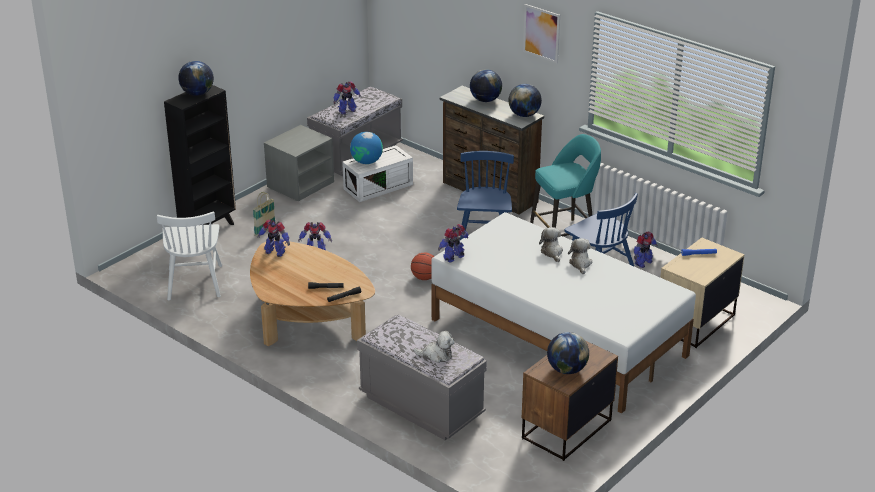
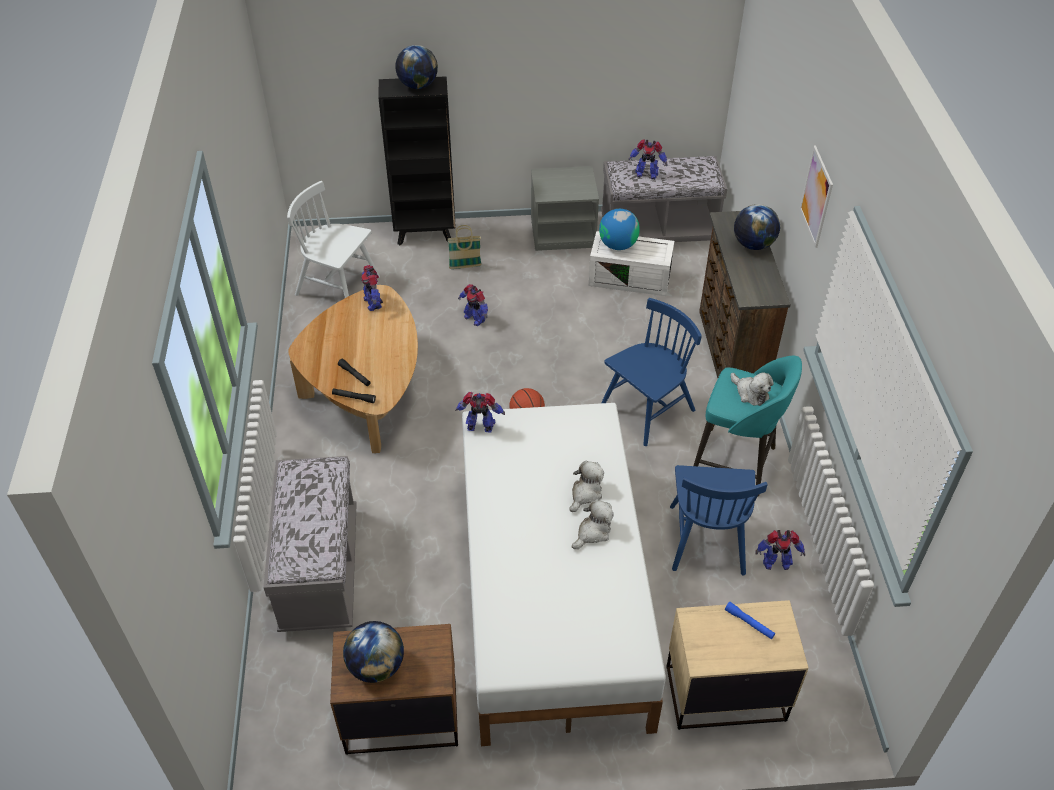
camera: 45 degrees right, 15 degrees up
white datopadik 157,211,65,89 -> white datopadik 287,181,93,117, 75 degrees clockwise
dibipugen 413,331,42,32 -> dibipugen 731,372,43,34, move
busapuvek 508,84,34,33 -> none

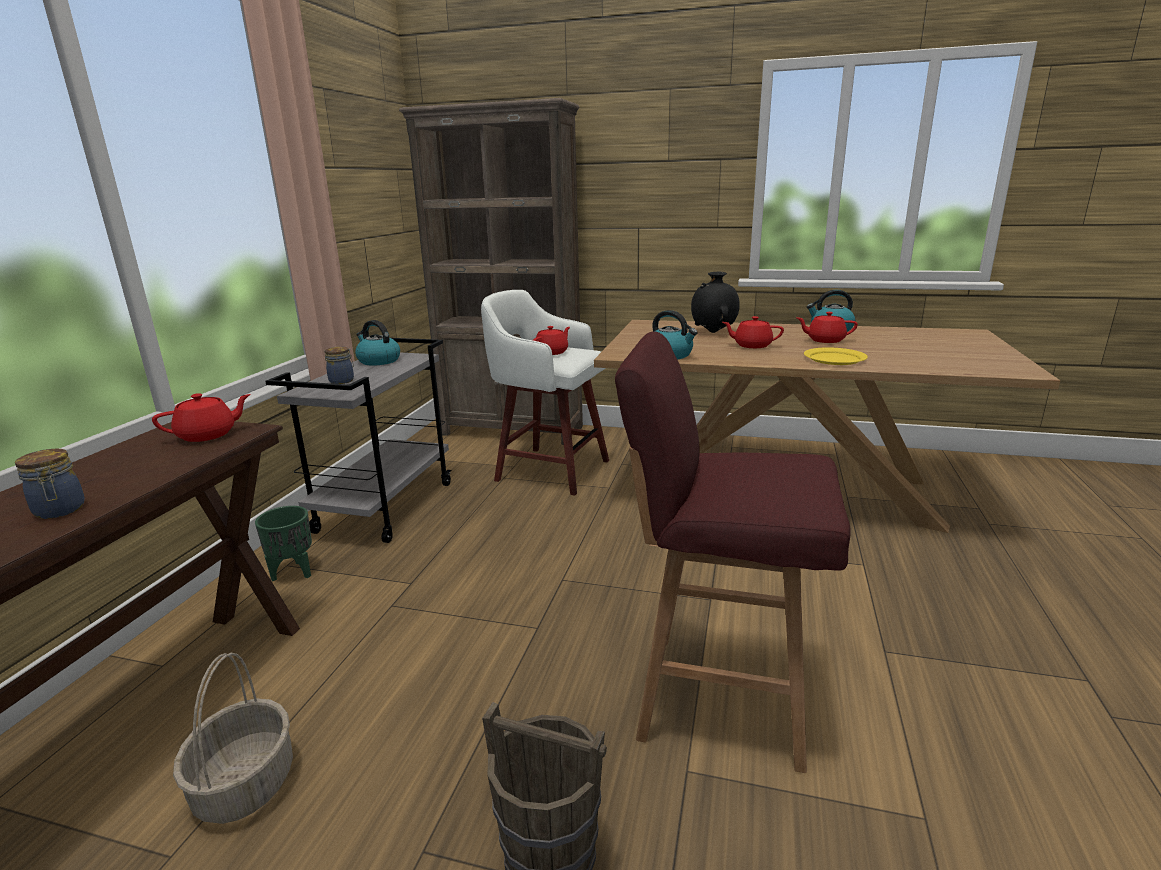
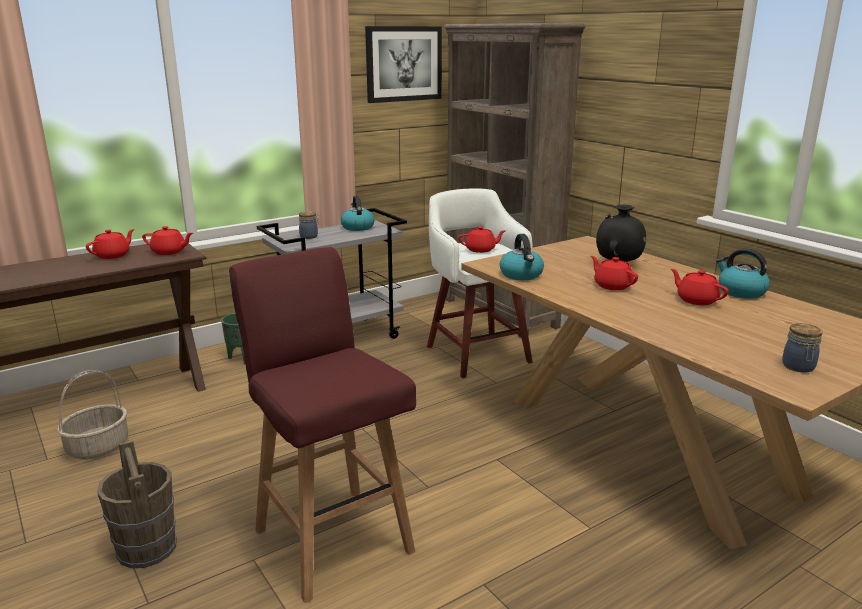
camera: 40 degrees right, 0 degrees up
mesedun 15,449,70,70 -> mesedun 782,323,41,50, move
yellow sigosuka 804,347,64,18 -> none
none -> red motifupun 86,229,49,30
none -> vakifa 365,26,77,77

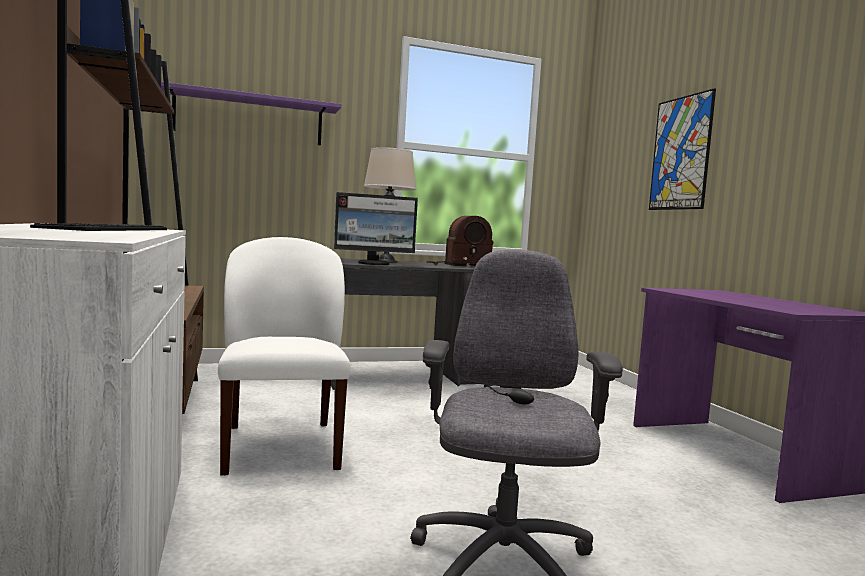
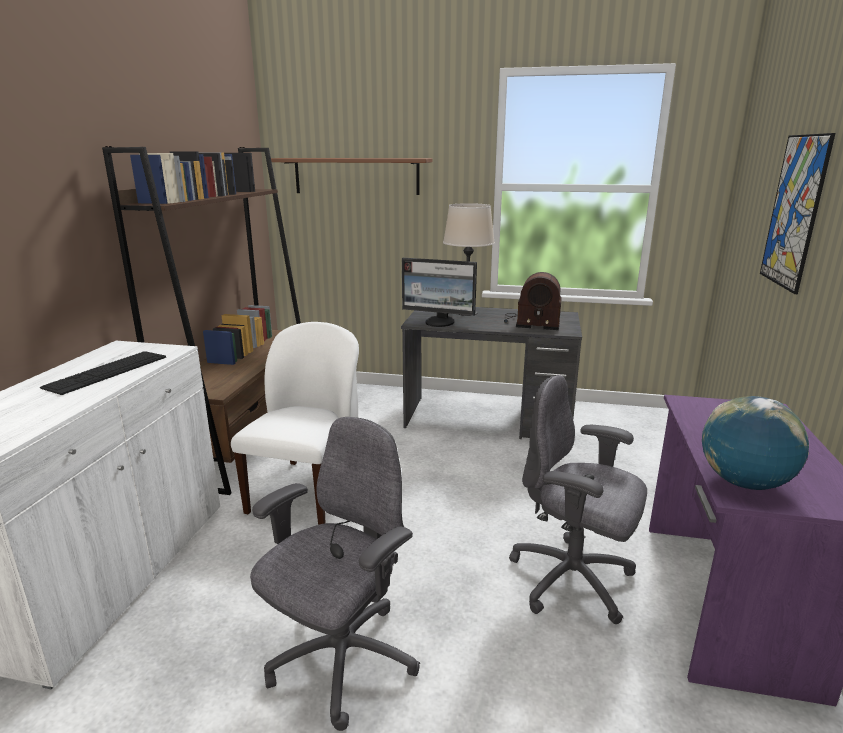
camera: 30 degrees right, 15 degrees up
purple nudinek 161,82,180,63 -> brown nudinek 271,158,161,37
none -> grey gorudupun 509,375,138,249
none -> busapuvek 702,396,107,94

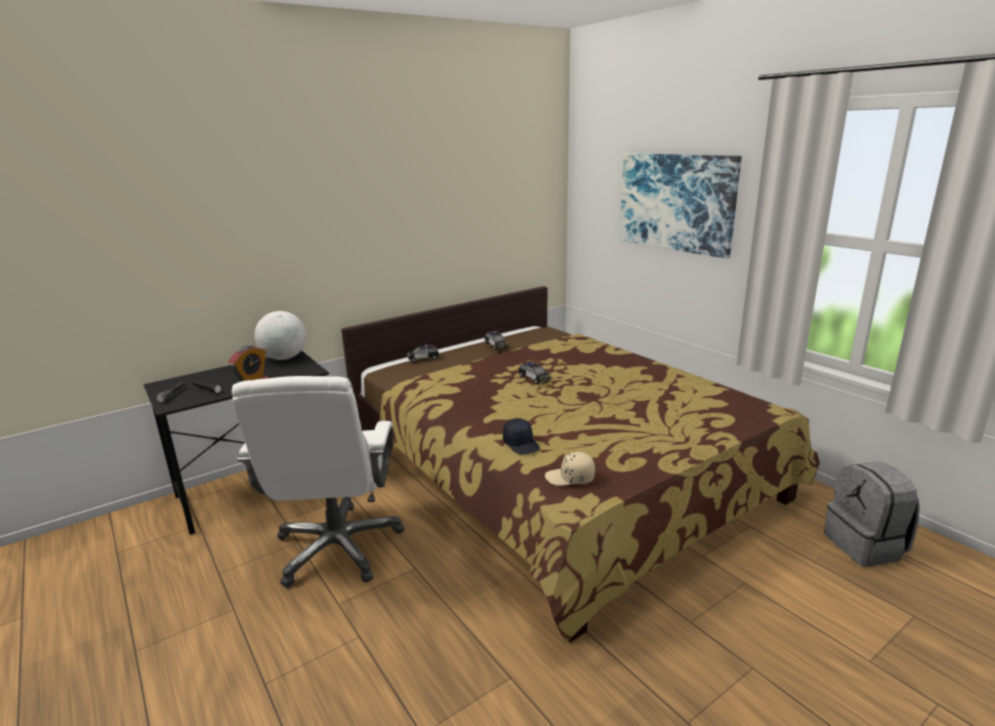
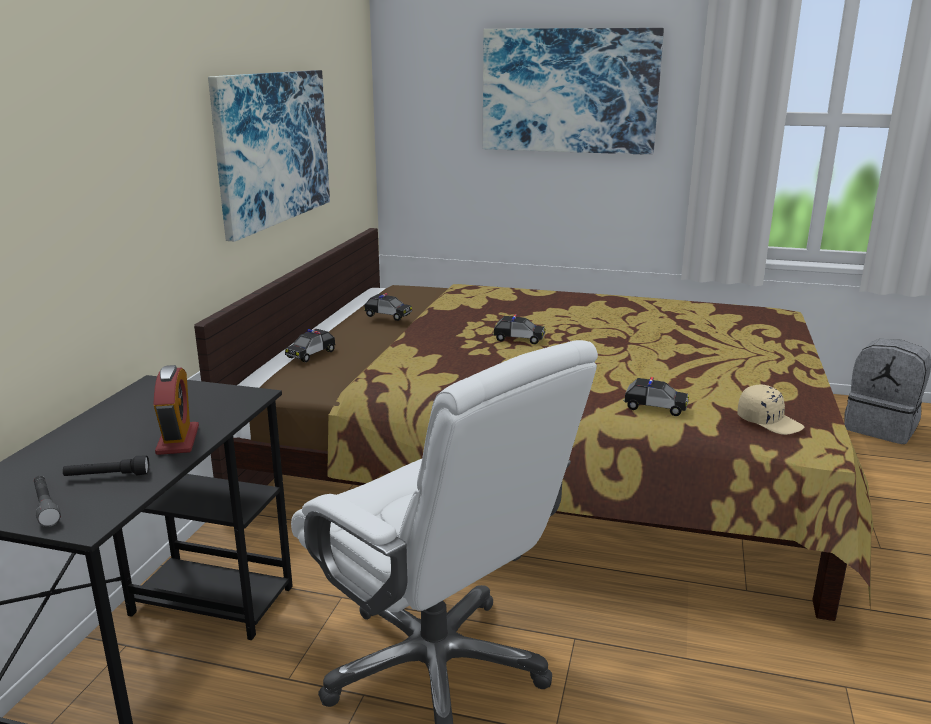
camera: 40 degrees left, 0 degrees up
busapuvek 254,311,52,49 -> none
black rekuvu 503,418,37,37 -> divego 623,377,66,39
beige rekuvu 545,452,50,34 -> beige rekuvu 738,385,66,50, 105 degrees counterclockwise
none -> vakifa 208,70,122,172

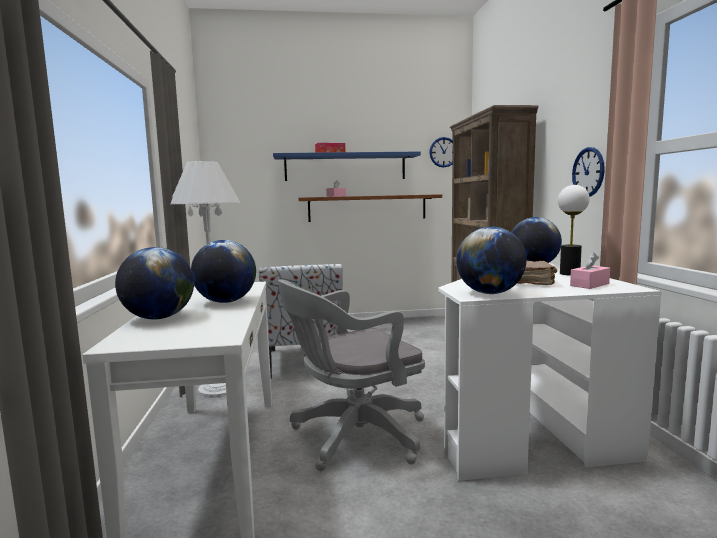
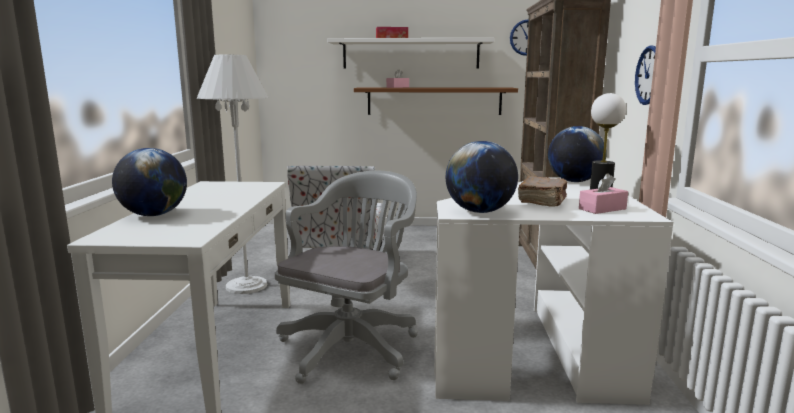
camera: 10 degrees right, 5 degrees up
busapuvek 191,240,65,63 -> none
blue nudinek 273,152,148,29 -> white nudinek 327,38,168,31
grey gorudupun 278,280,147,191 -> grey gorudupun 275,171,143,213, 135 degrees clockwise

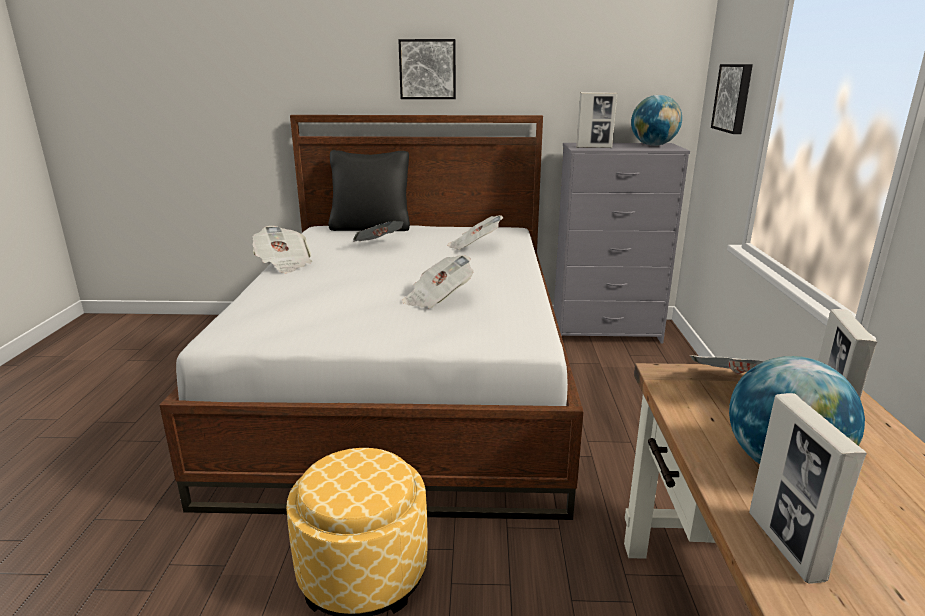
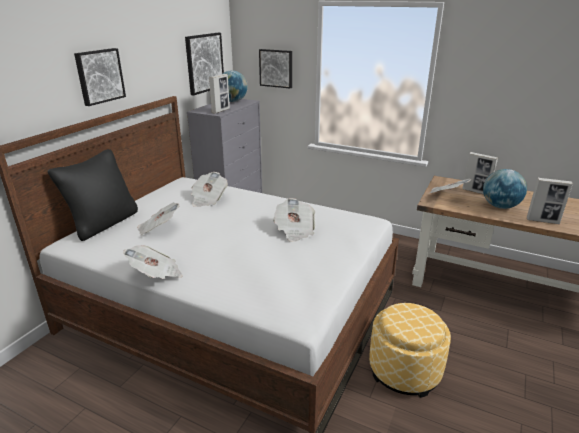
camera: 65 degrees left, 5 degrees up
none -> vakifa 185,33,39,62

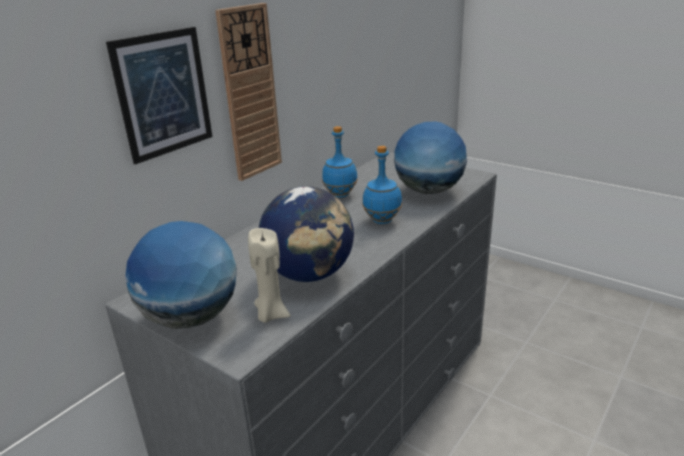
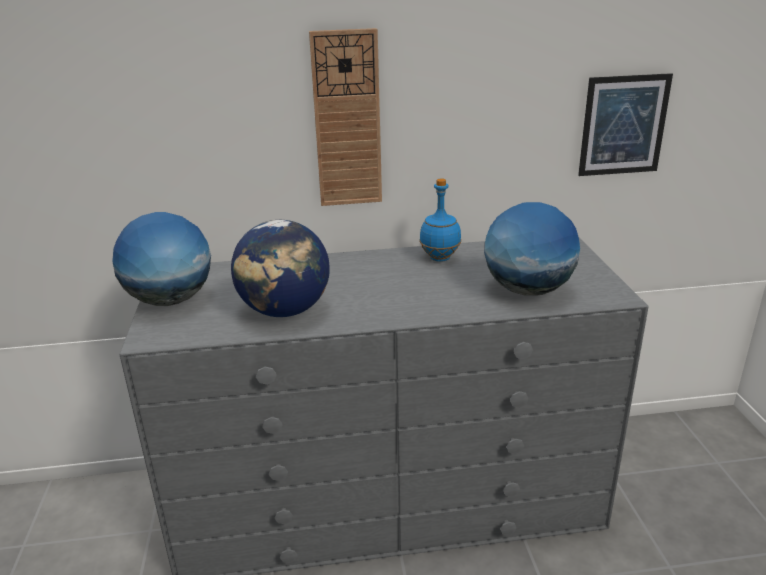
camera: 45 degrees right, 0 degrees up
vakifa 106,27,106,138 -> vakifa 578,73,95,103, move
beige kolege 248,228,43,95 -> none
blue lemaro 362,146,40,78 -> none

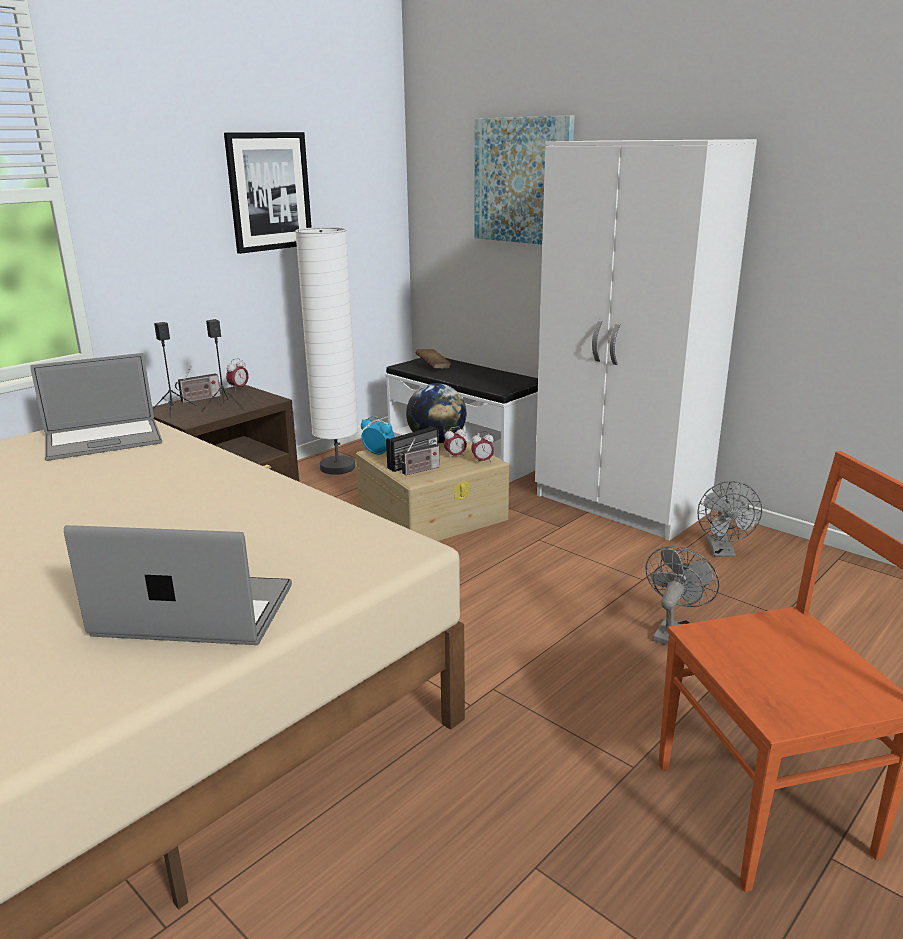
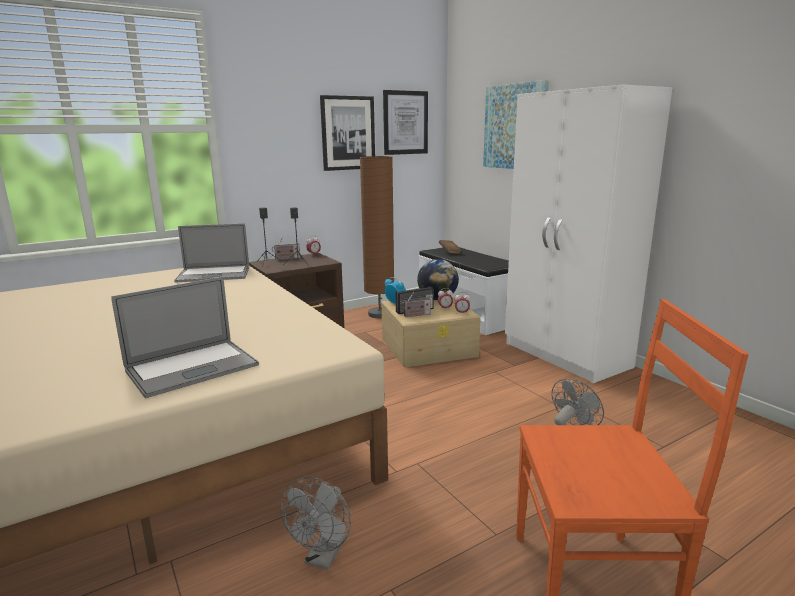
camera: 15 degrees right, 5 degrees down
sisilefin 64,525,228,120 -> sisilefin 111,277,148,121, 120 degrees clockwise
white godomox 295,227,63,248 -> brown godomox 360,156,34,162
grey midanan 698,481,64,76 -> grey midanan 280,477,71,93, move
none -> vakifa 383,90,45,65

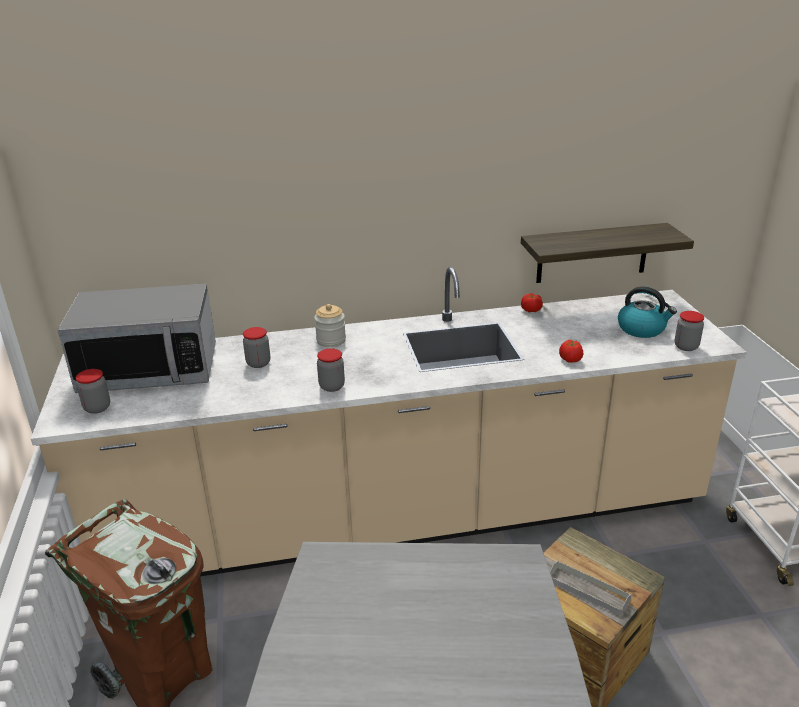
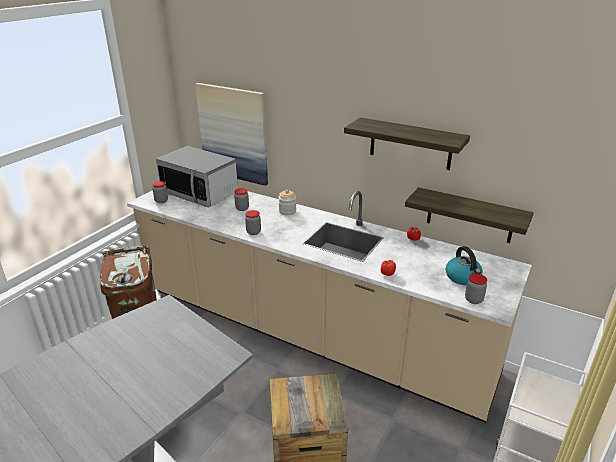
camera: 40 degrees right, 0 degrees up
none -> vakifa 195,83,73,103
none -> nudinek 344,117,126,53

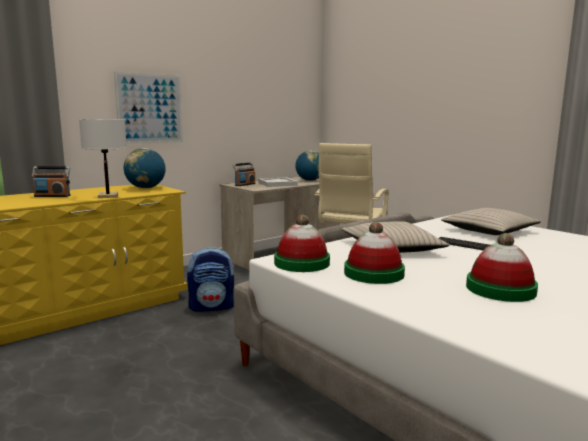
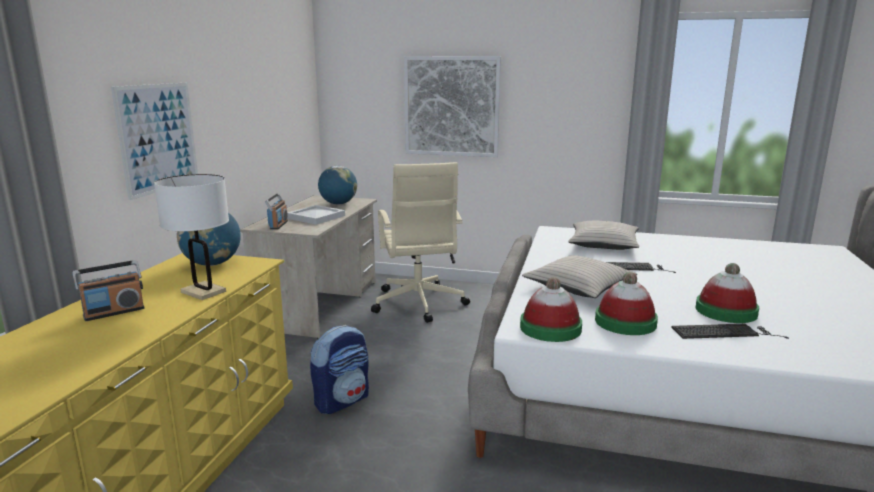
camera: 35 degrees left, 5 degrees up
none -> vakifa 404,56,97,101
none -> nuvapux 672,324,117,15

